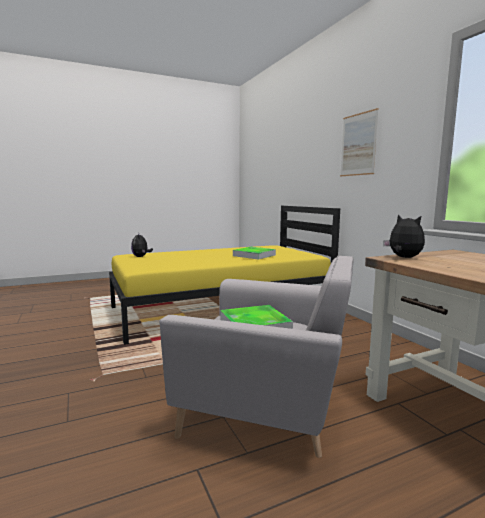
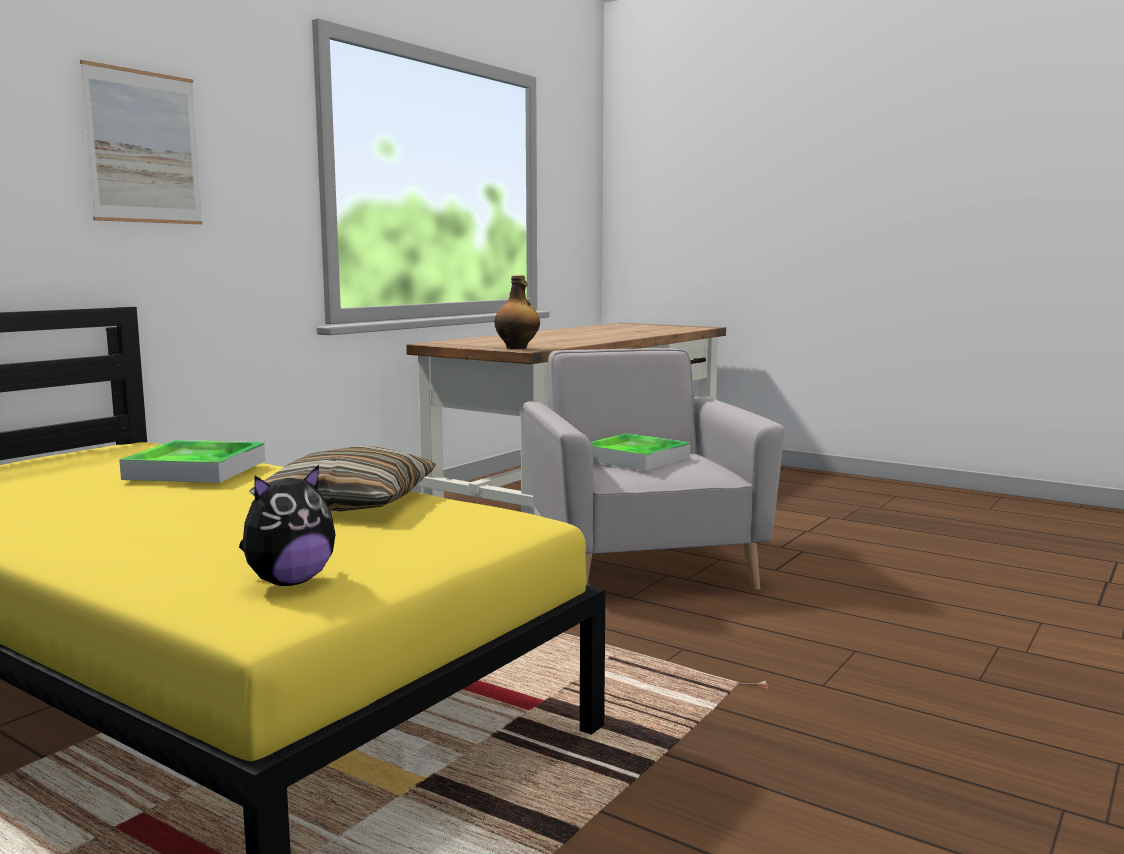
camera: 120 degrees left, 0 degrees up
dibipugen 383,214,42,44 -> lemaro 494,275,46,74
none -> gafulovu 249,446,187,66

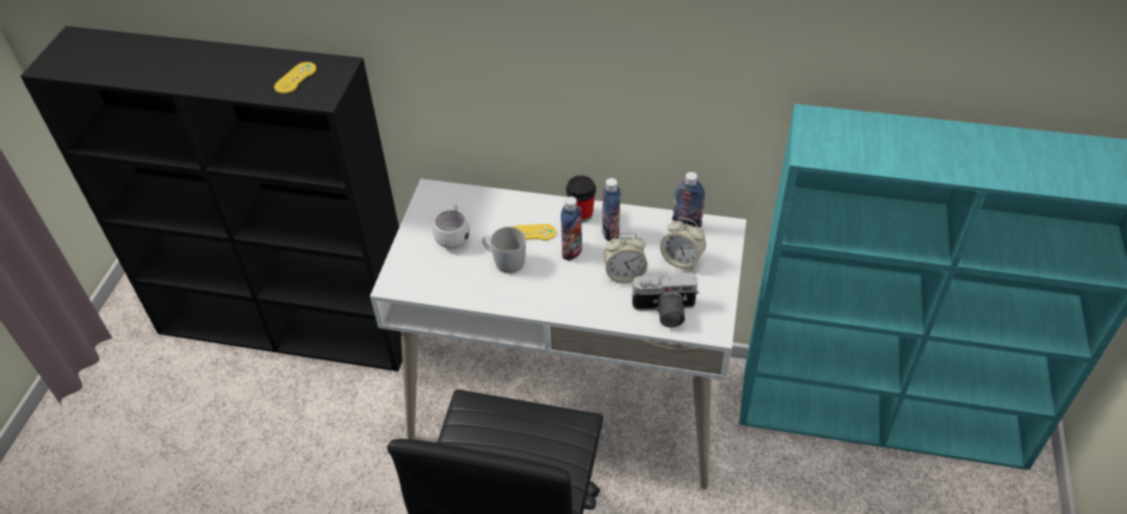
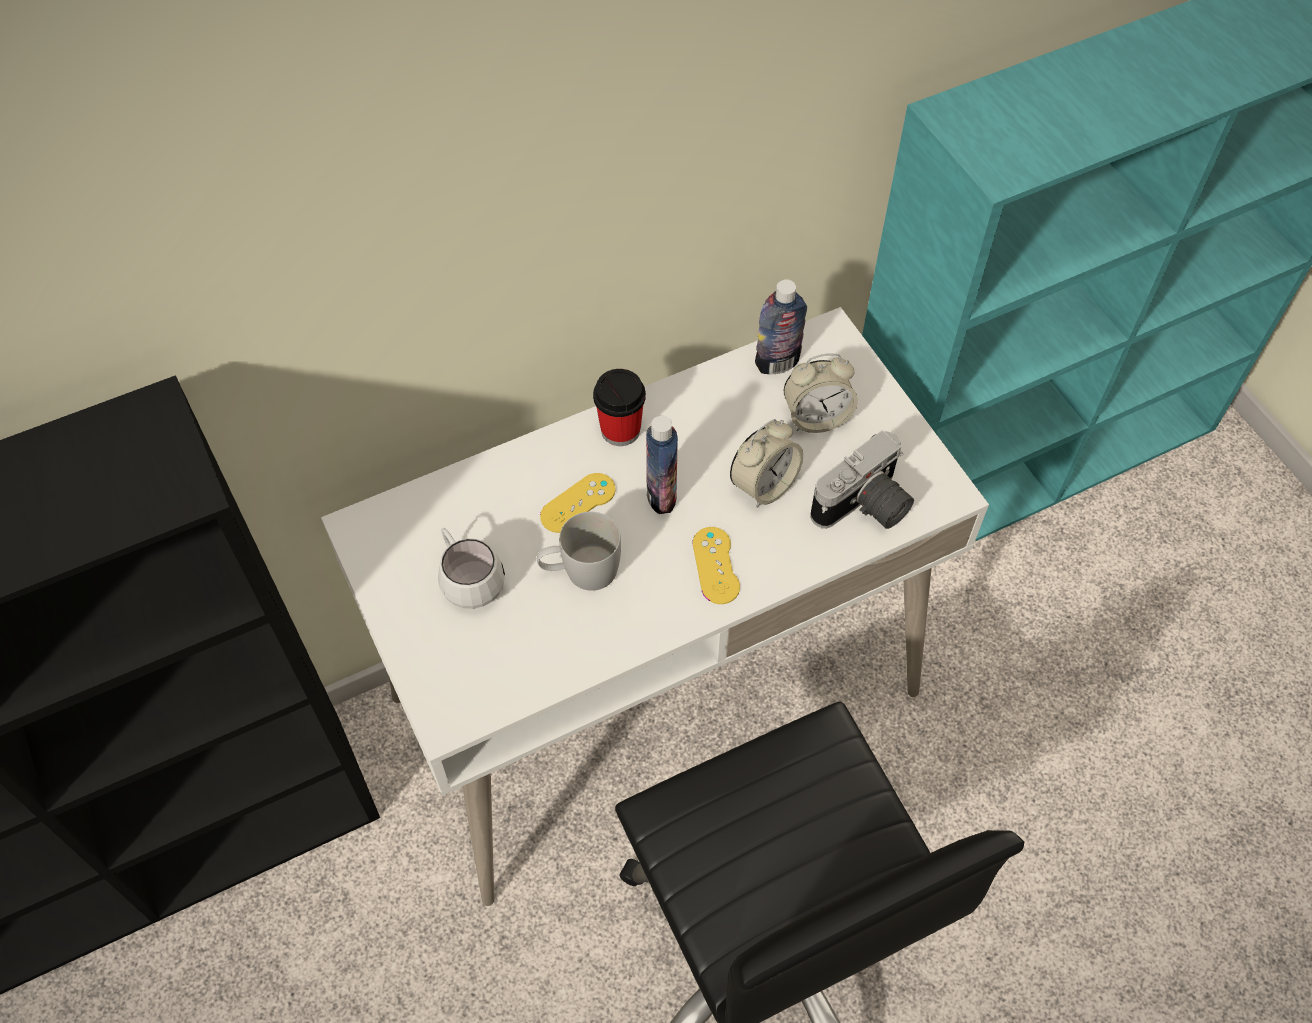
camera: 40 degrees left, 10 degrees up
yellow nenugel 274,62,43,32 -> yellow nenugel 693,527,47,77, move
lemaro 602,178,18,63 -> none

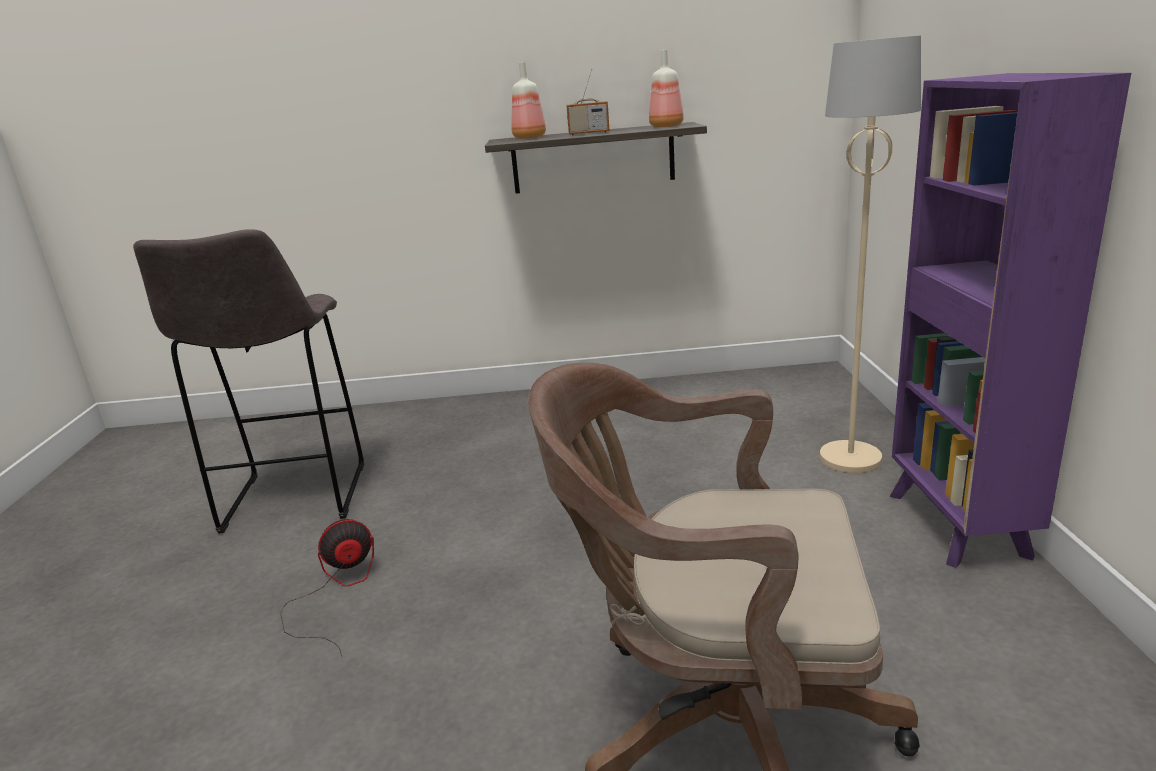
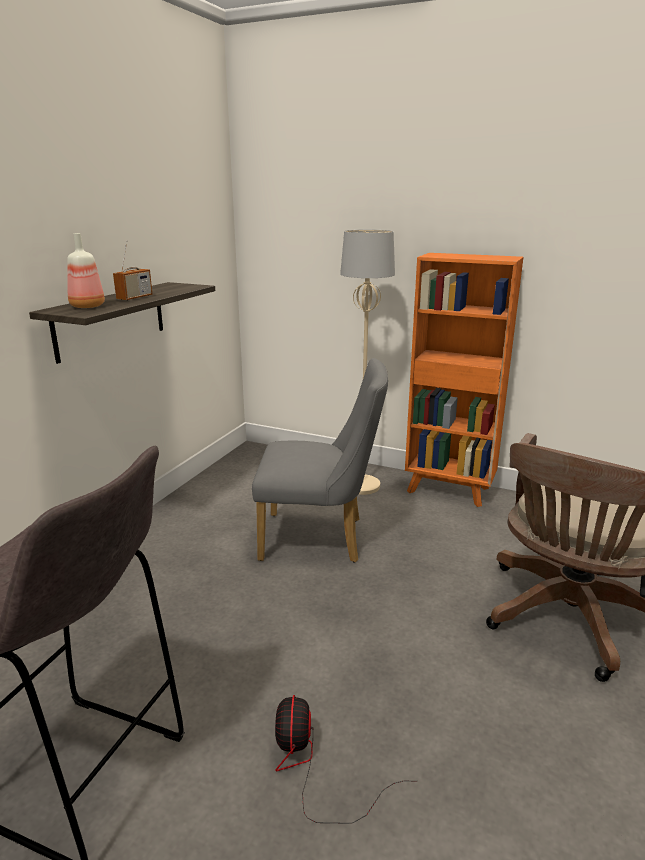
camera: 65 degrees left, 0 degrees up
lemaro 649,49,35,78 -> none
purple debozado 890,73,241,495 -> orange debozado 405,253,118,254
none -> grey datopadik 252,358,136,204

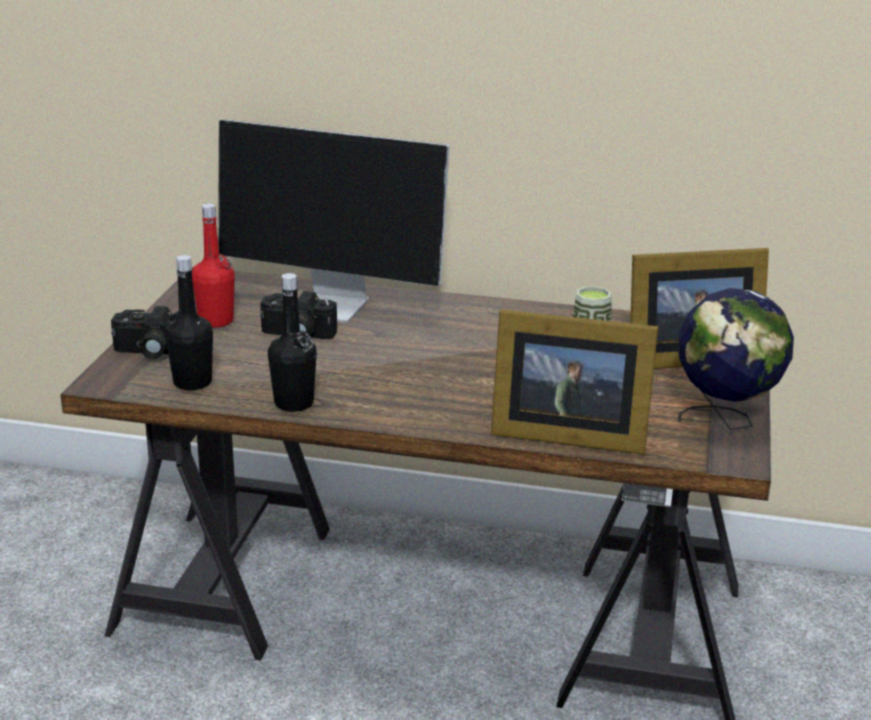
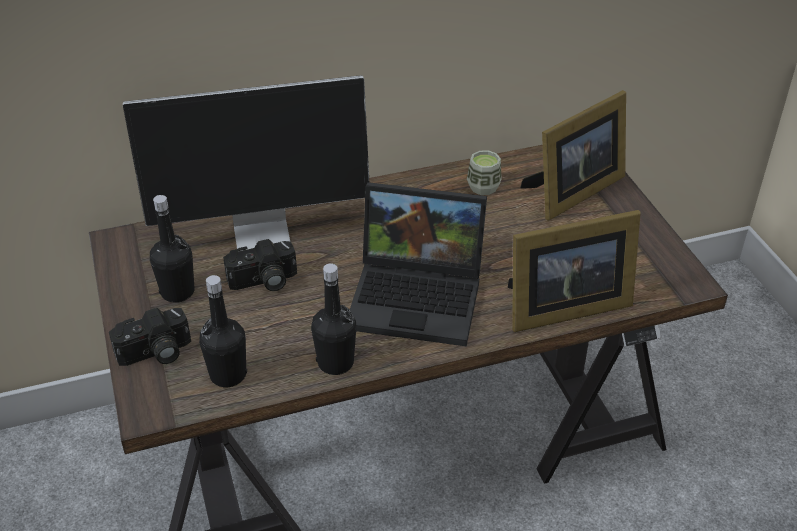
camera: 30 degrees left, 15 degrees up
red lemaro 192,203,43,125 -> black lemaro 150,195,45,108
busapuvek 678,288,116,142 -> none
none -> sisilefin 350,182,137,165

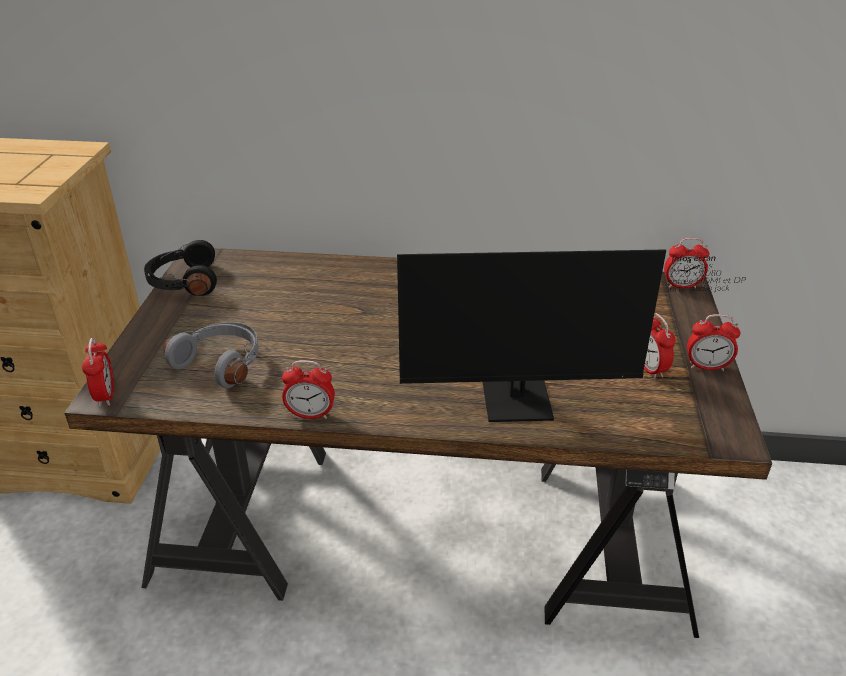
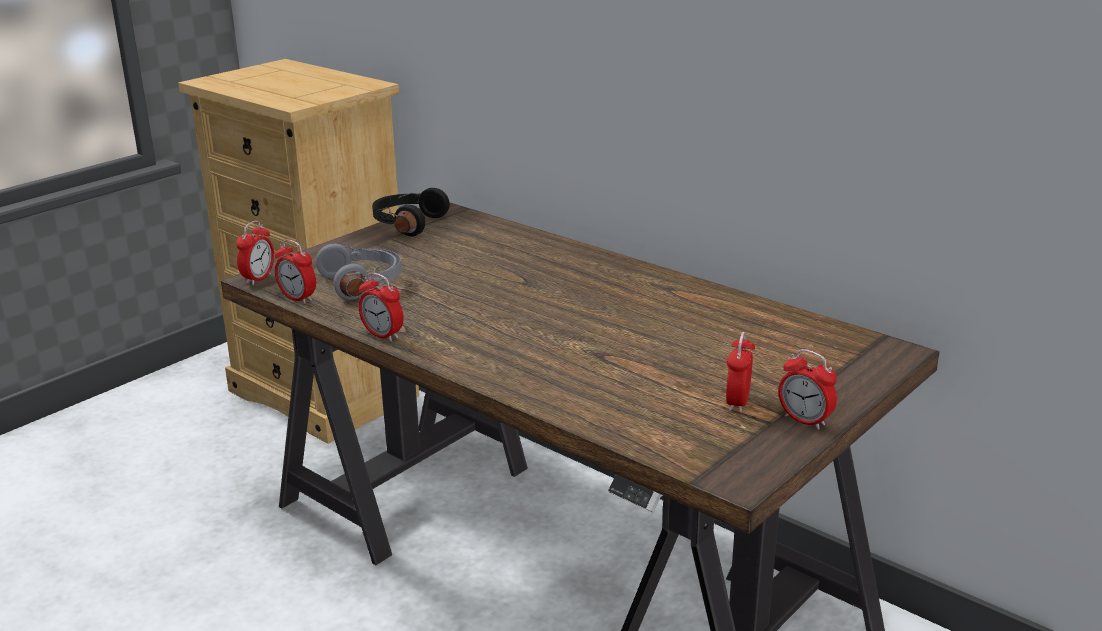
camera: 35 degrees right, 10 degrees down
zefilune 397,249,349,173 -> none
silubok 664,238,45,51 -> silubok 275,239,41,65, move

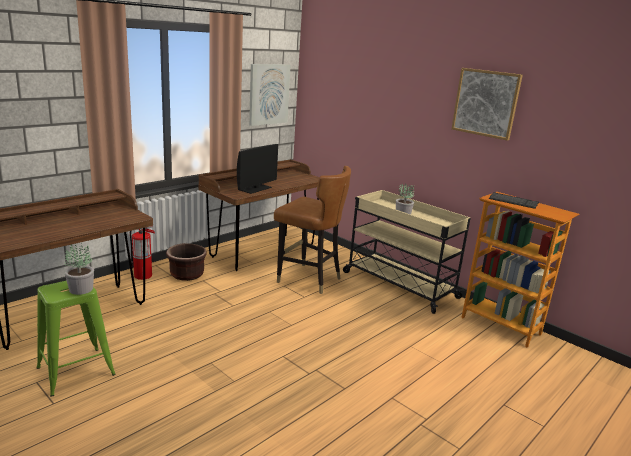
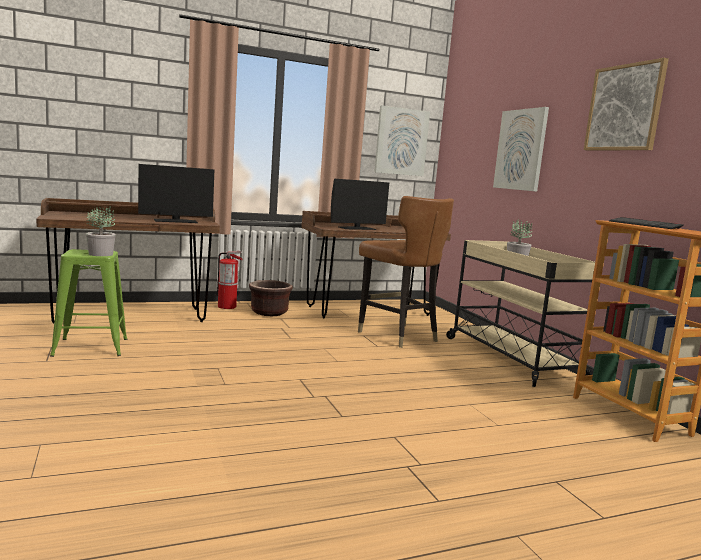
camera: 25 degrees right, 10 degrees down
none -> zefilune 138,164,76,59
none -> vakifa 493,107,56,85

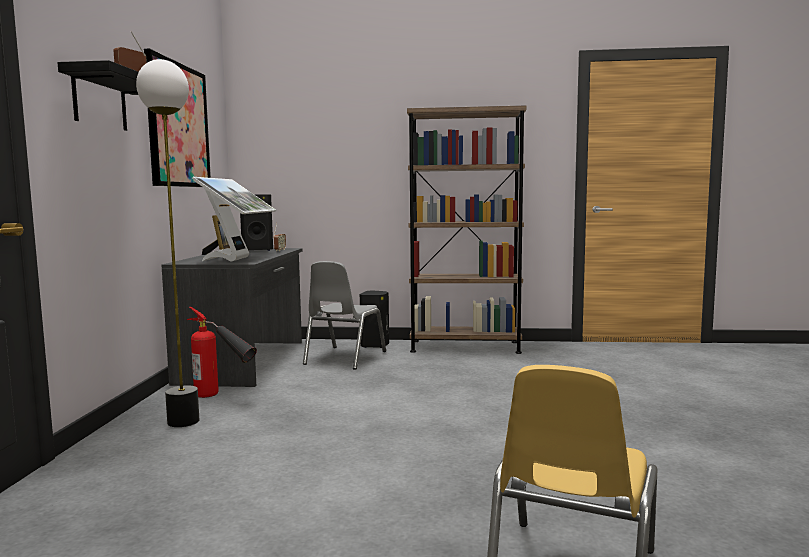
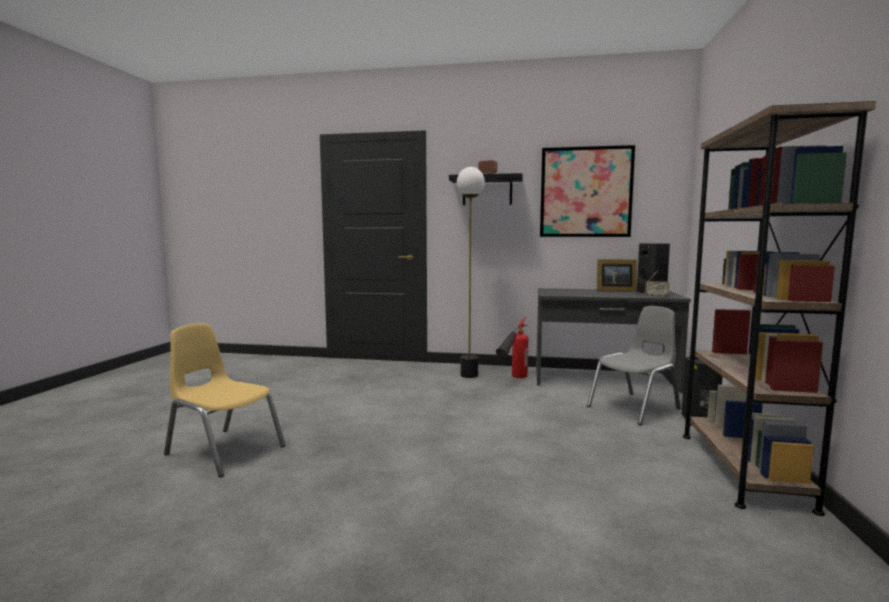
camera: 95 degrees right, 0 degrees up
zefilune 192,177,84,85 -> none
grey datopadik 303,261,83,109 -> grey datopadik 587,306,94,119, 120 degrees clockwise

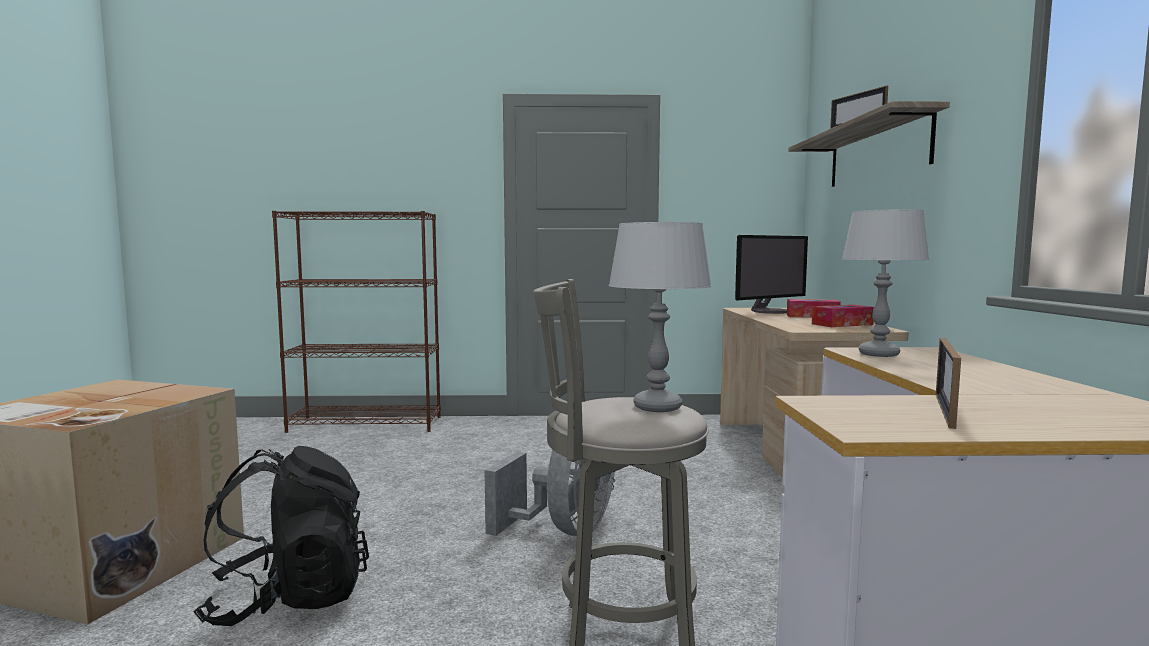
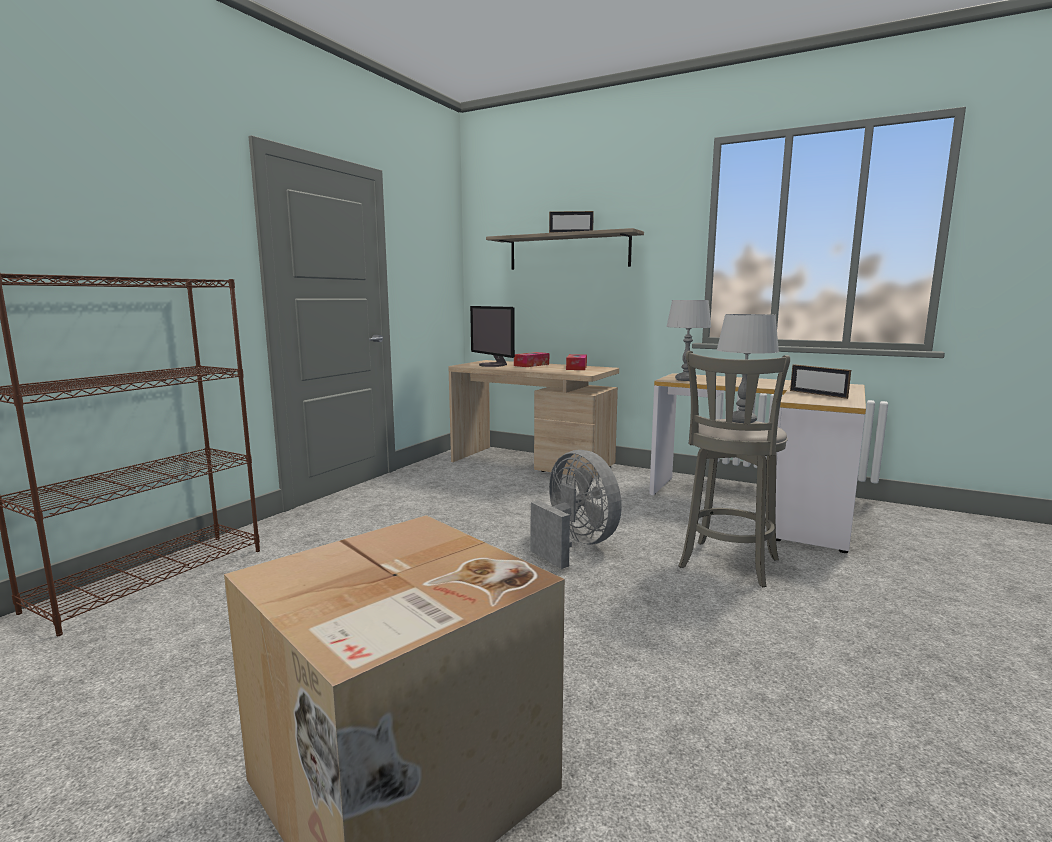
camera: 60 degrees left, 5 degrees up
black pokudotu 194,446,175,180 -> none
zefilune 735,235,73,79 -> zefilune 470,306,45,61, 150 degrees clockwise

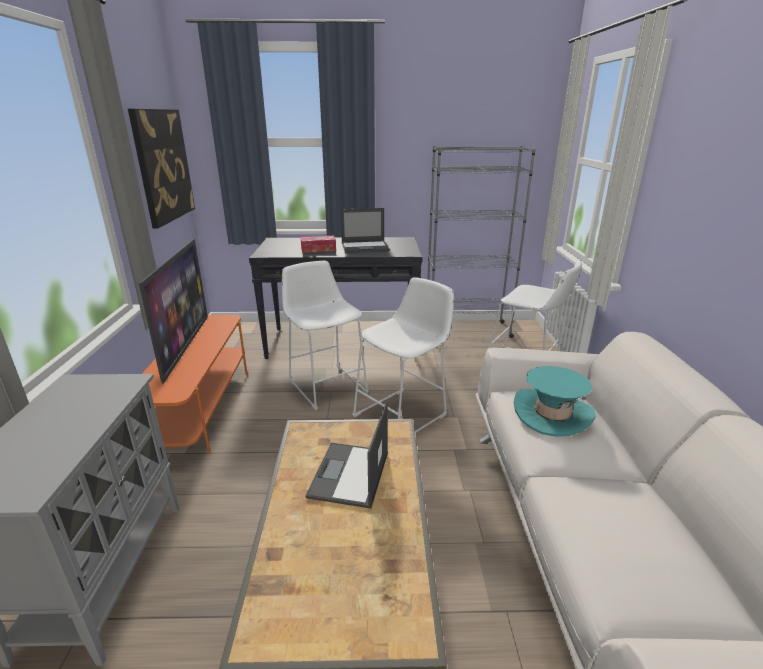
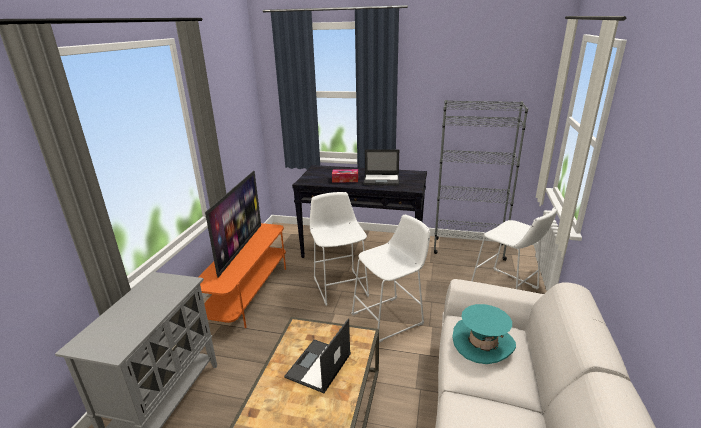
camera: 15 degrees right, 0 degrees up
vakifa 128,109,67,119 -> none

